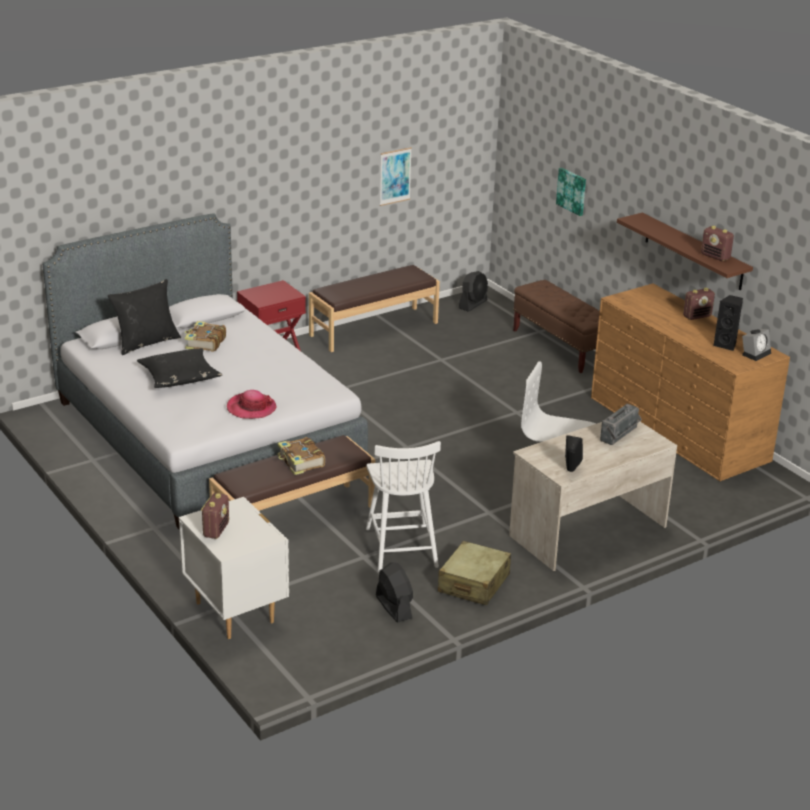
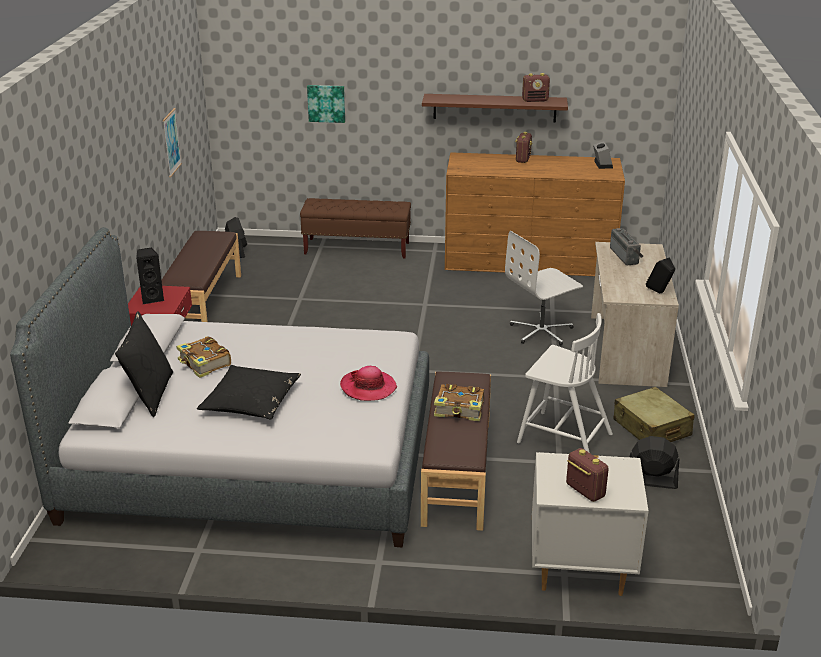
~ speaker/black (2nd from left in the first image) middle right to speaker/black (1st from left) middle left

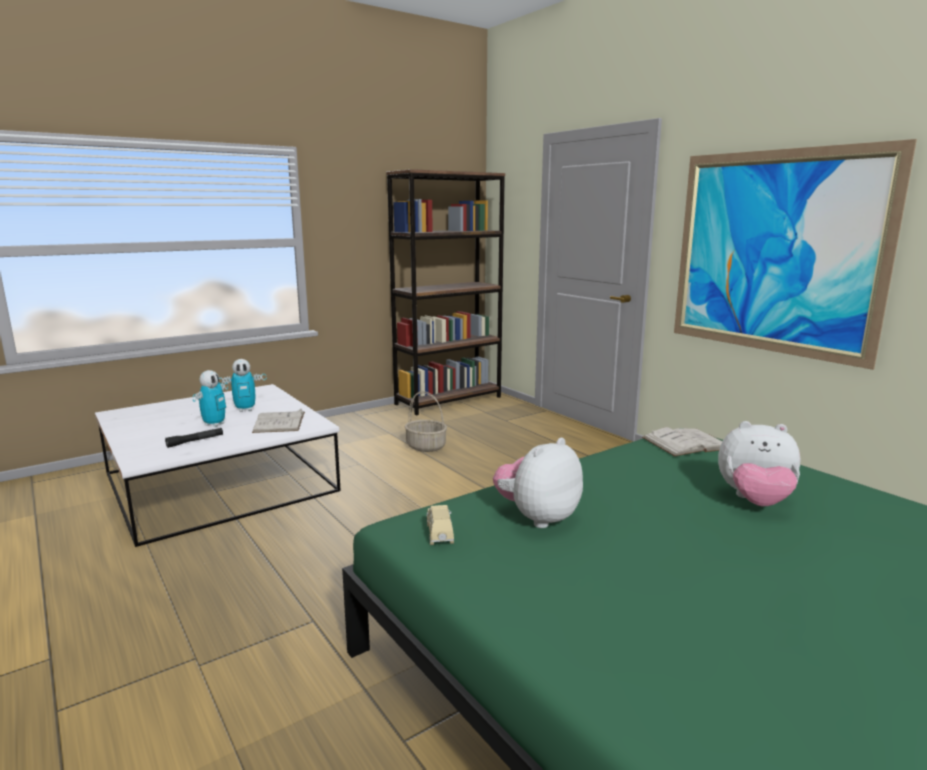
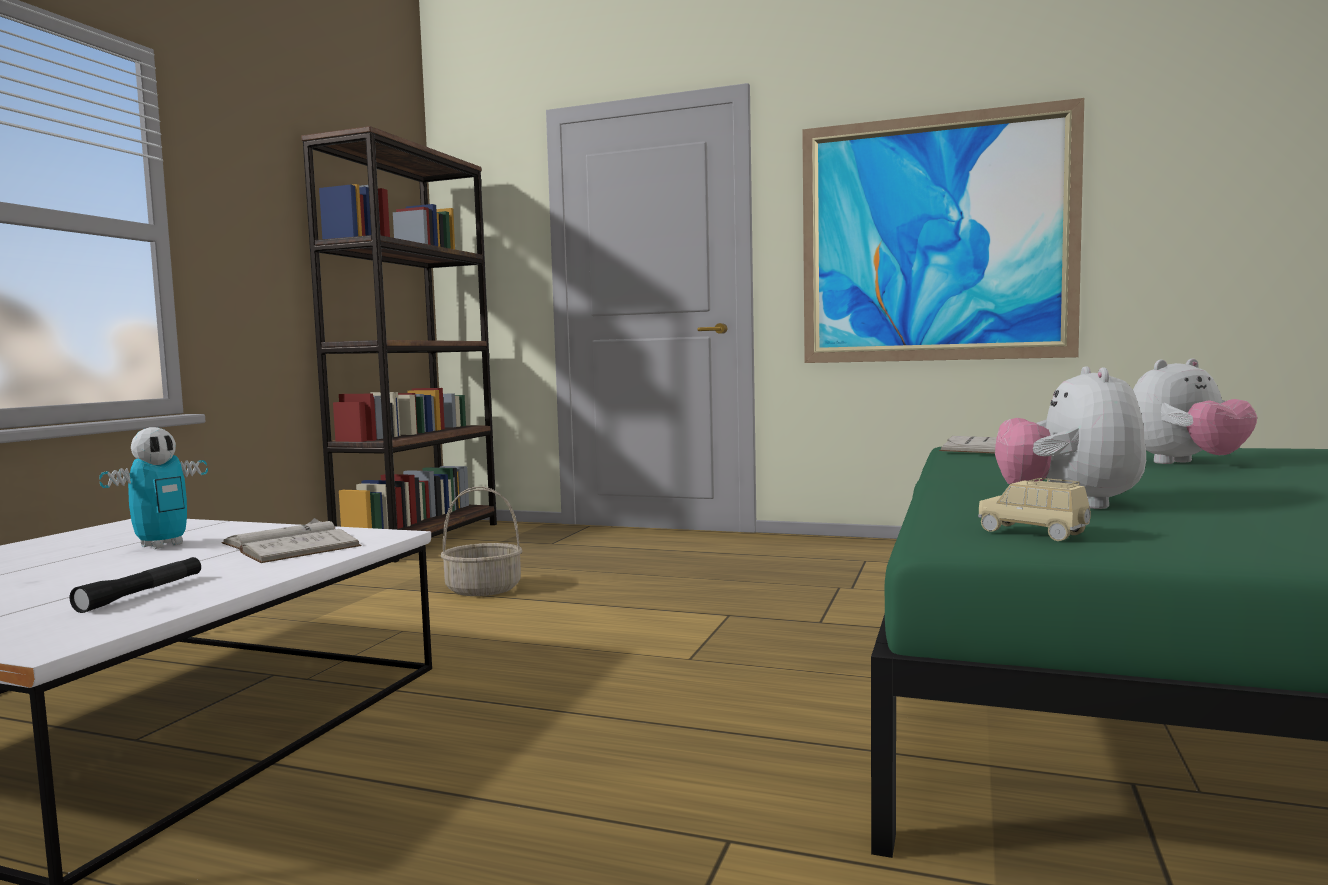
- toy robot (1st from left) middle left

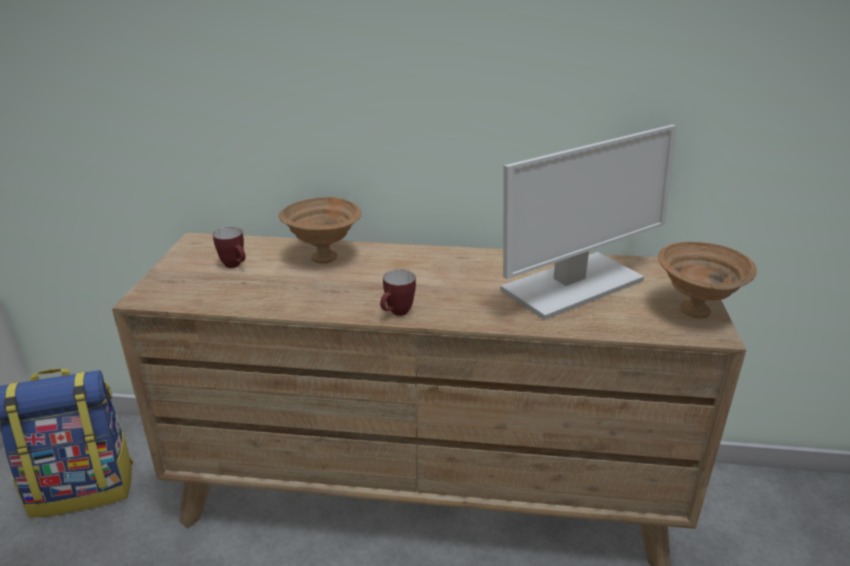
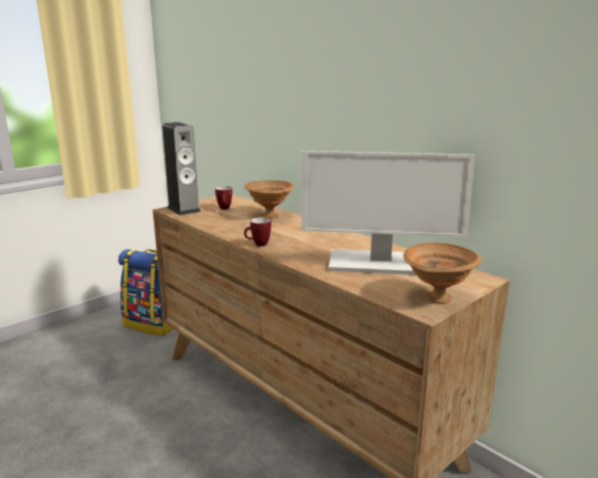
+ speaker middle left

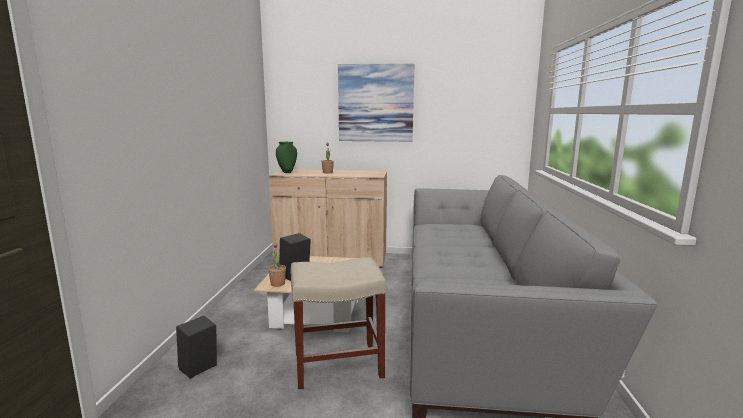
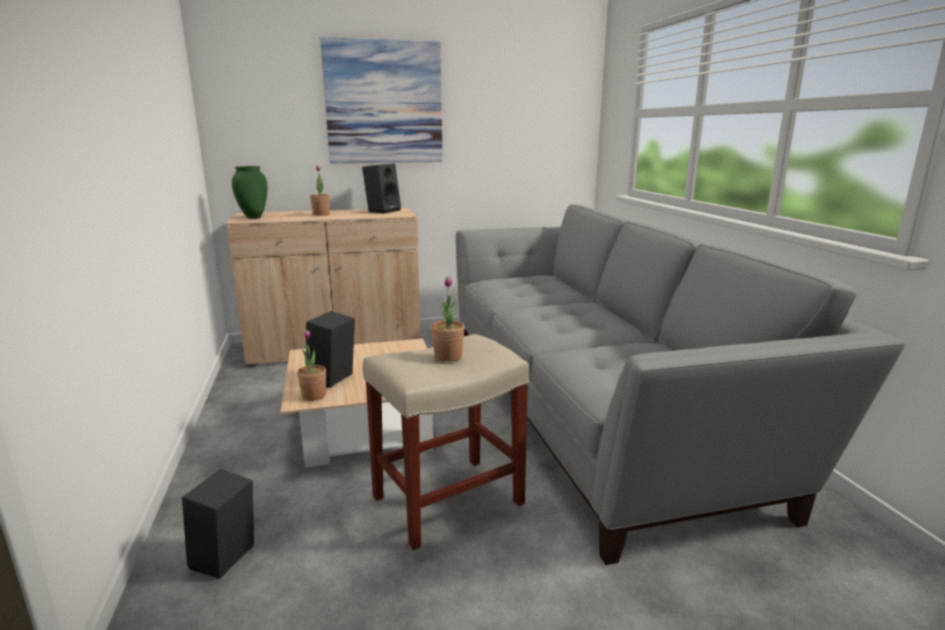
+ speaker/black (3rd from left) top centre
+ potted plant (3rd from left) centre

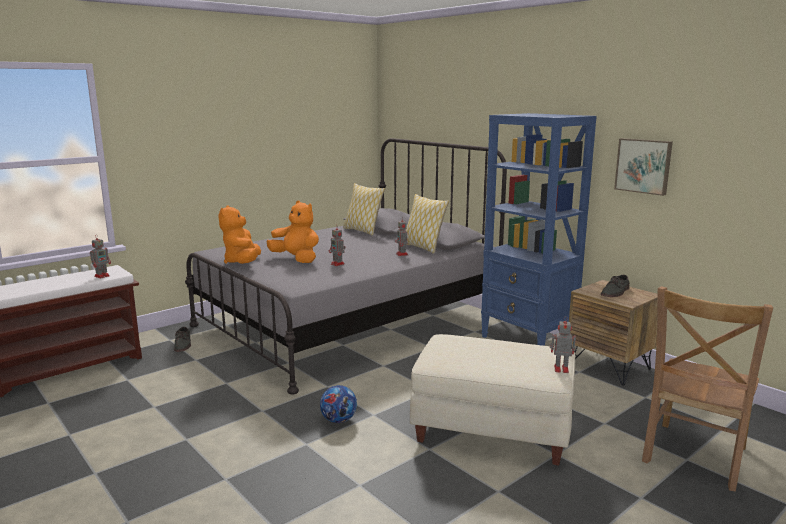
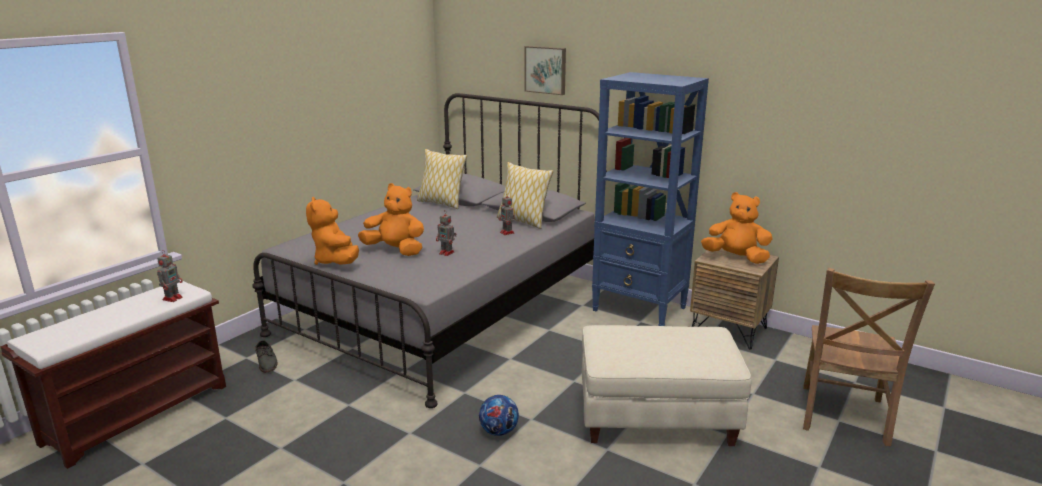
- toy robot (4th from left) middle right
~ picture top right to top centre
~ shoe/grey (2nd from left) middle right to plush toy/orange (3rd from left) middle right

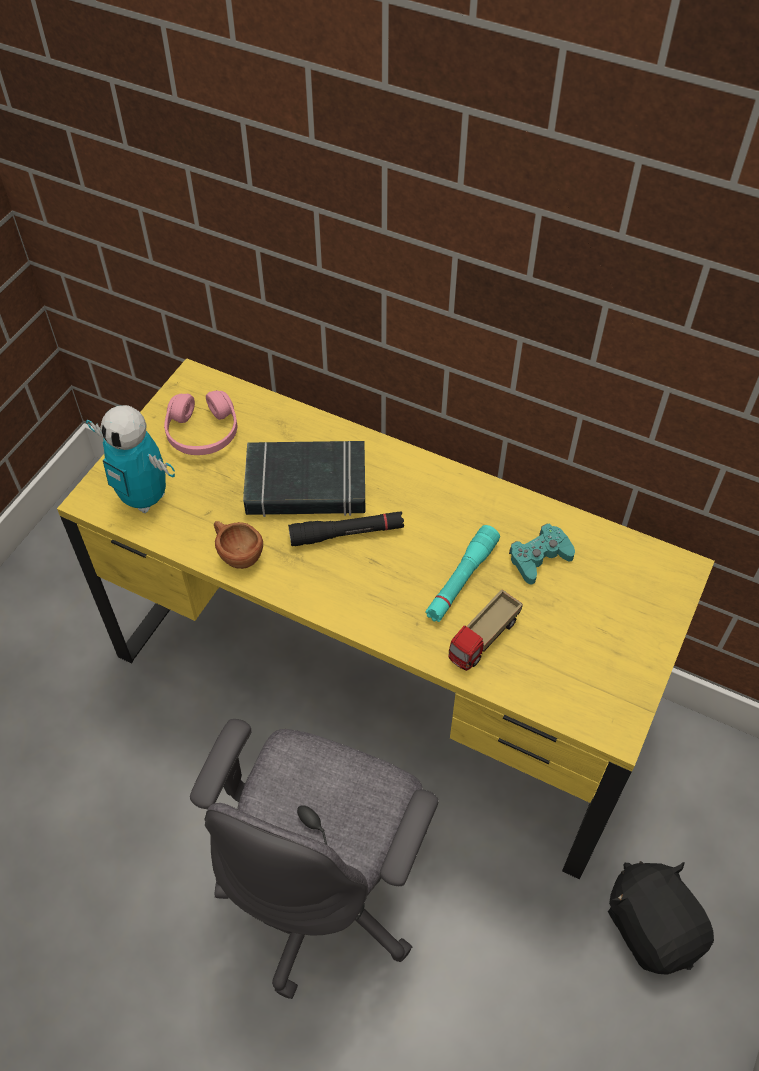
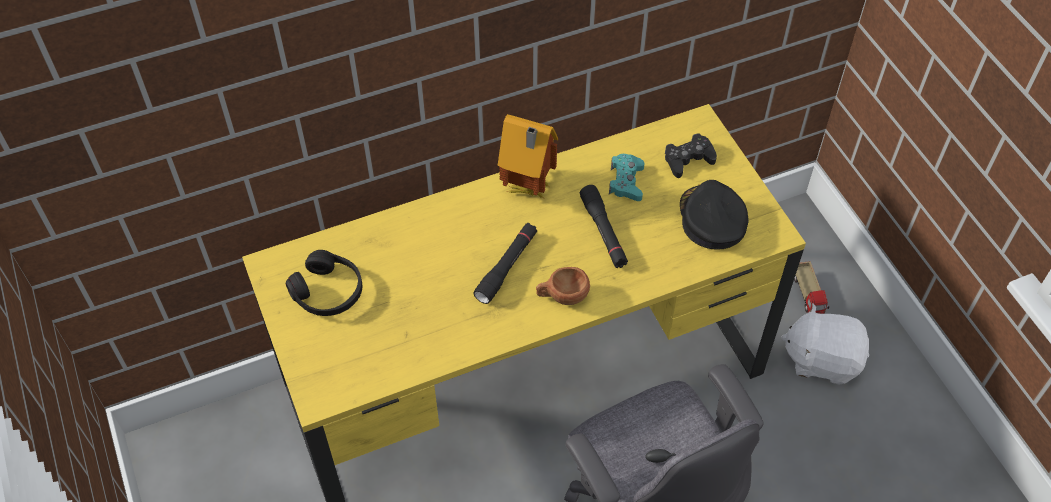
- toy robot middle left
- book/black centre
+ toy house top centre
+ game controller/black top centre
+ cap/black middle right
~ cup/brown middle left to centre
~ toy truck centre to middle right
~ headphones/pink middle left to headphones/black middle left
~ flashlight/turquoise centre to flashlight/black (2nd from left) centre
~ plush toy/black bottom right to plush toy/white bottom right

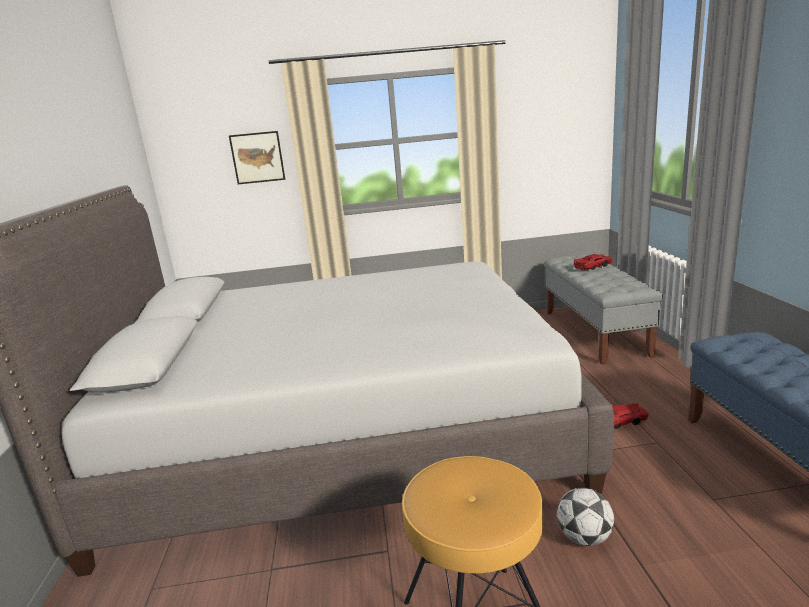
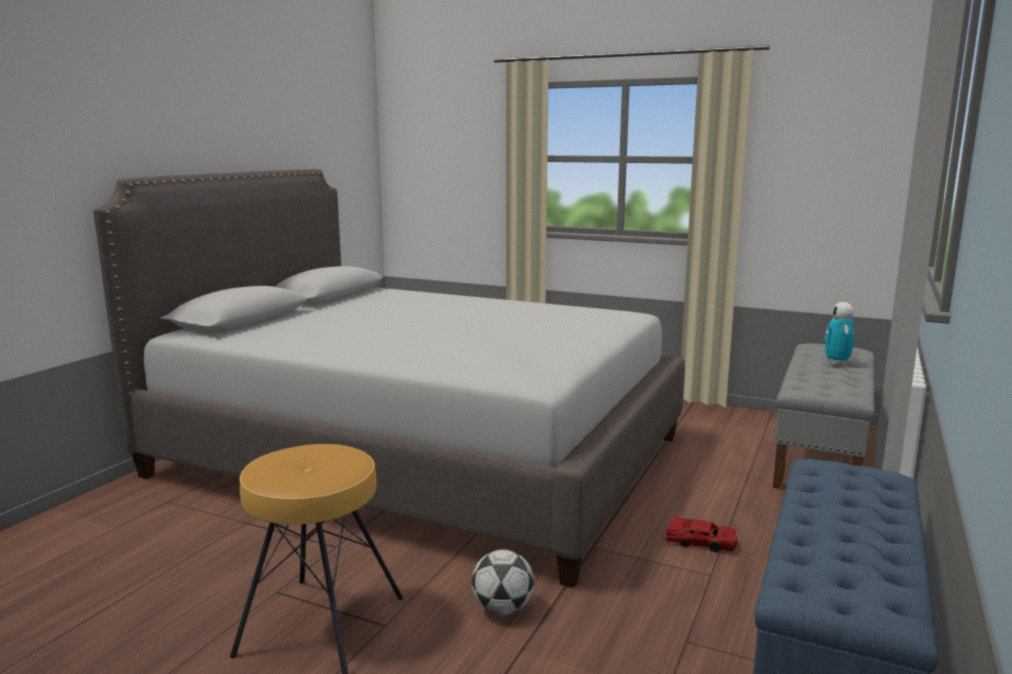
- picture top left
~ toy car/red (1st from left) middle right to toy robot middle right

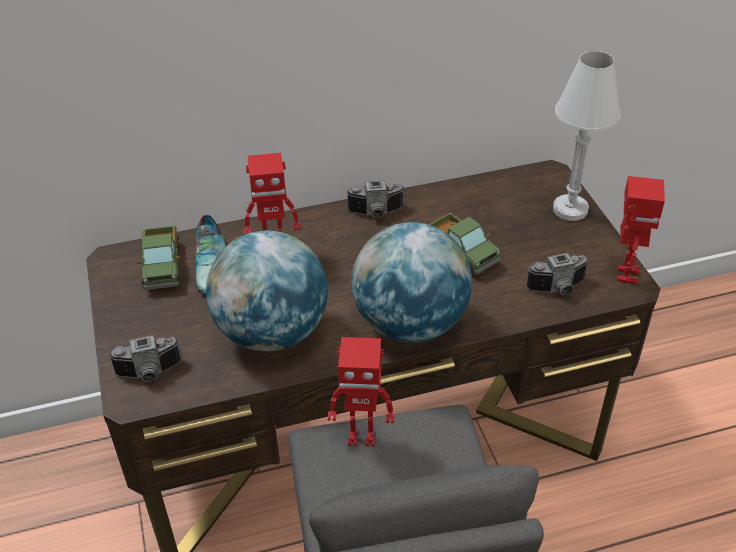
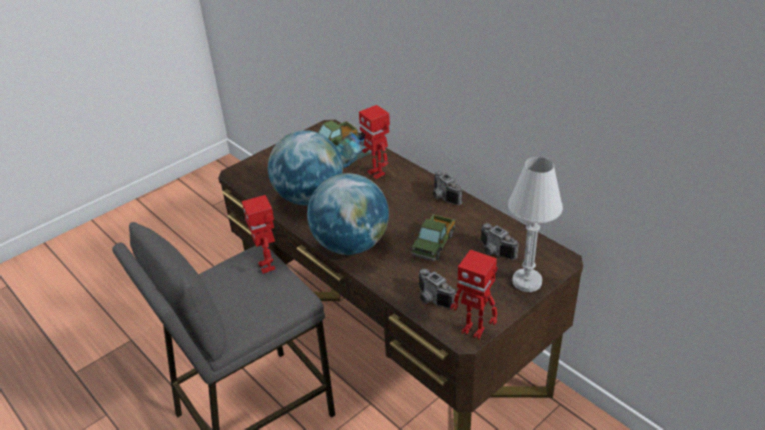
~ photo camera (1st from left in the first image) middle left to photo camera (3rd from left) centre
~ toy robot (3rd from left) middle right = bottom centre 45 degrees clockwise

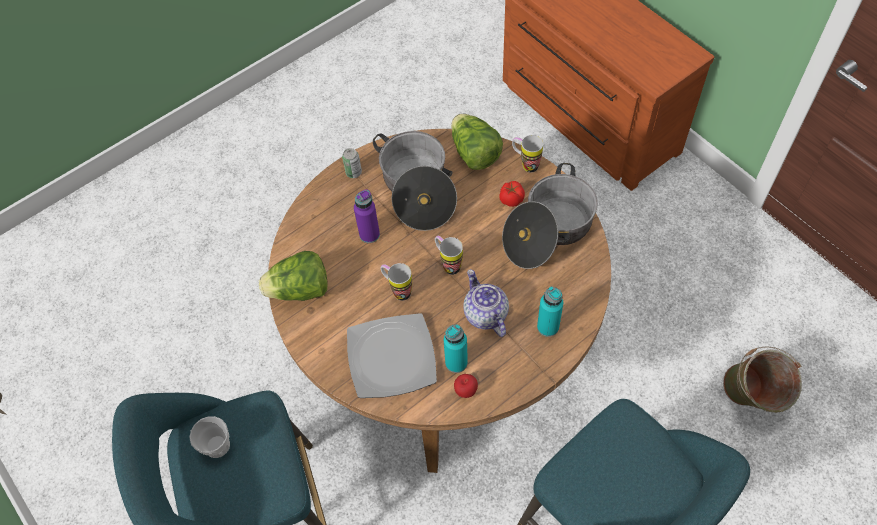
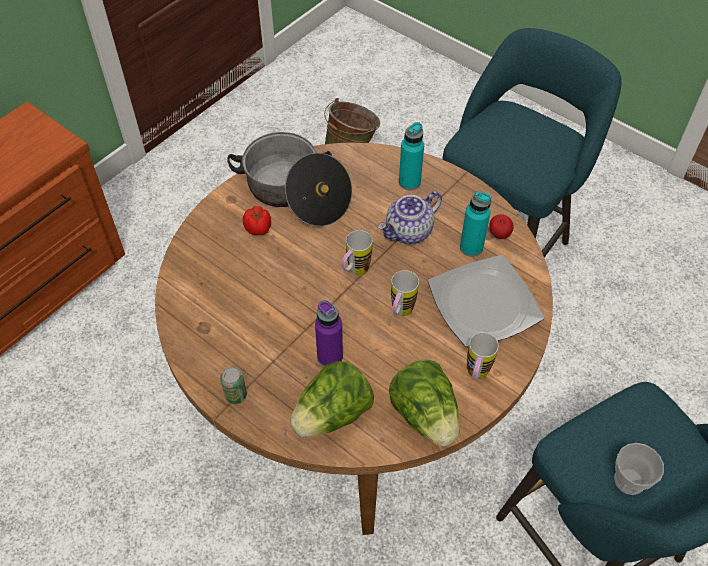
- cooking pot (1st from left) centre
~ lettuce (2nd from left in the first image) top centre to lettuce (1st from left) bottom centre
~ mug (3rd from left) top centre to middle right

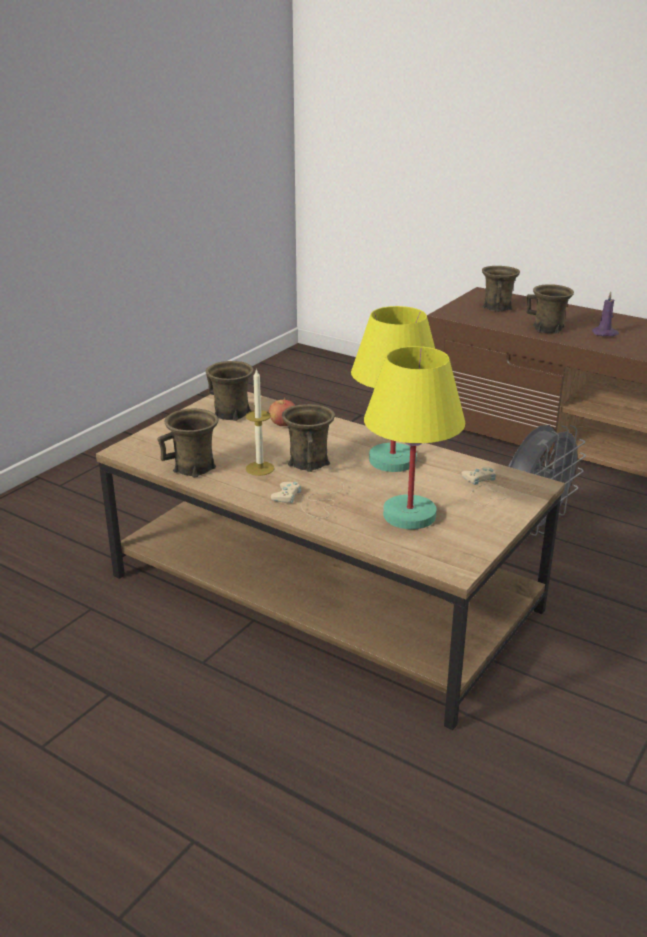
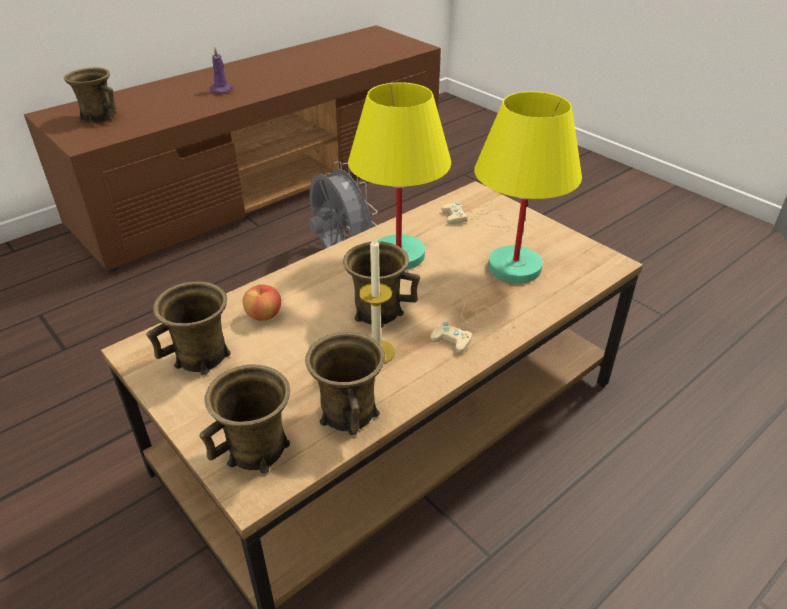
~ mug/brown (5th from left in the first image) top right to mug/brown (3rd from left) bottom left

